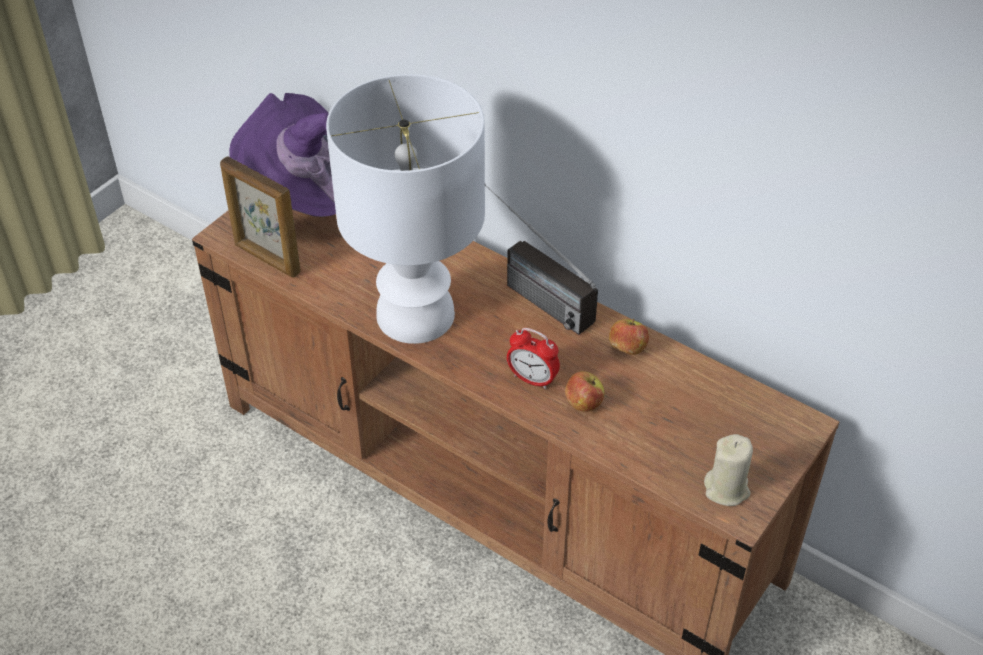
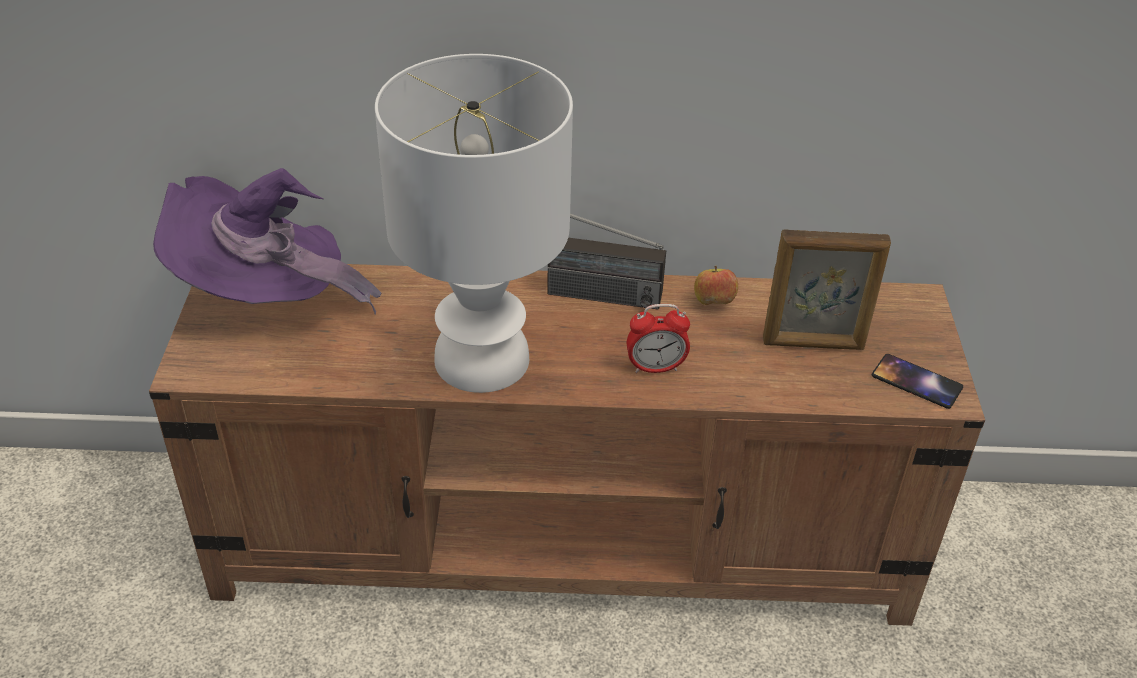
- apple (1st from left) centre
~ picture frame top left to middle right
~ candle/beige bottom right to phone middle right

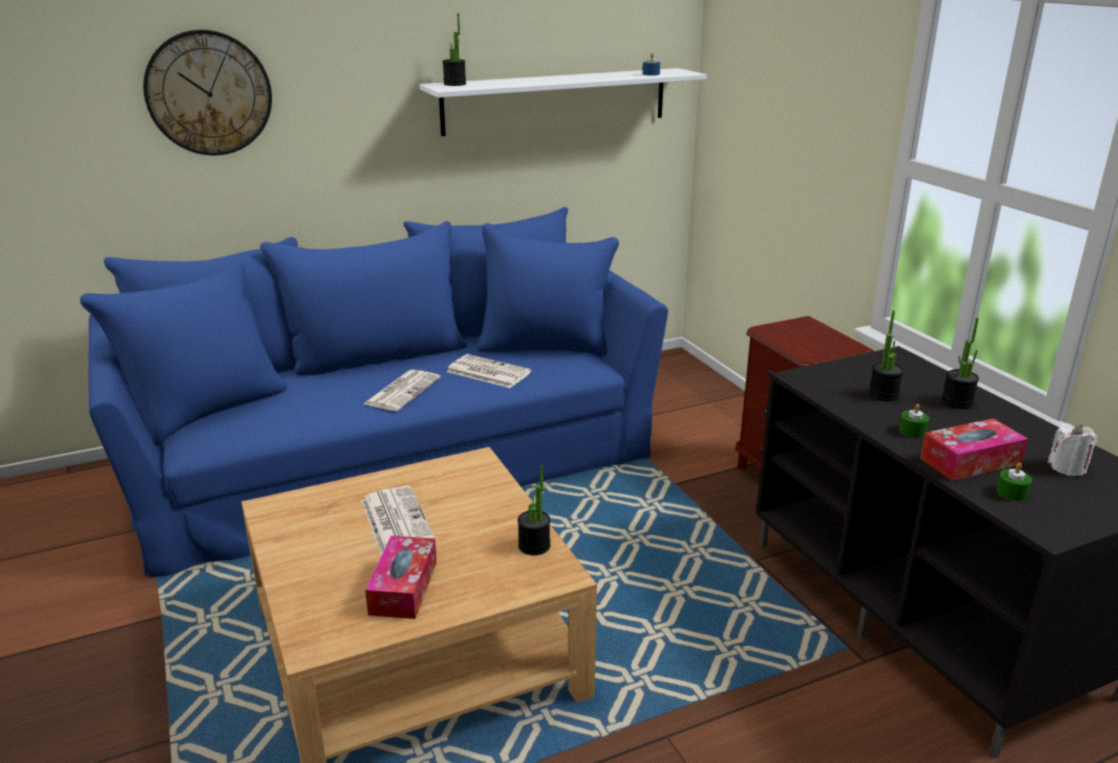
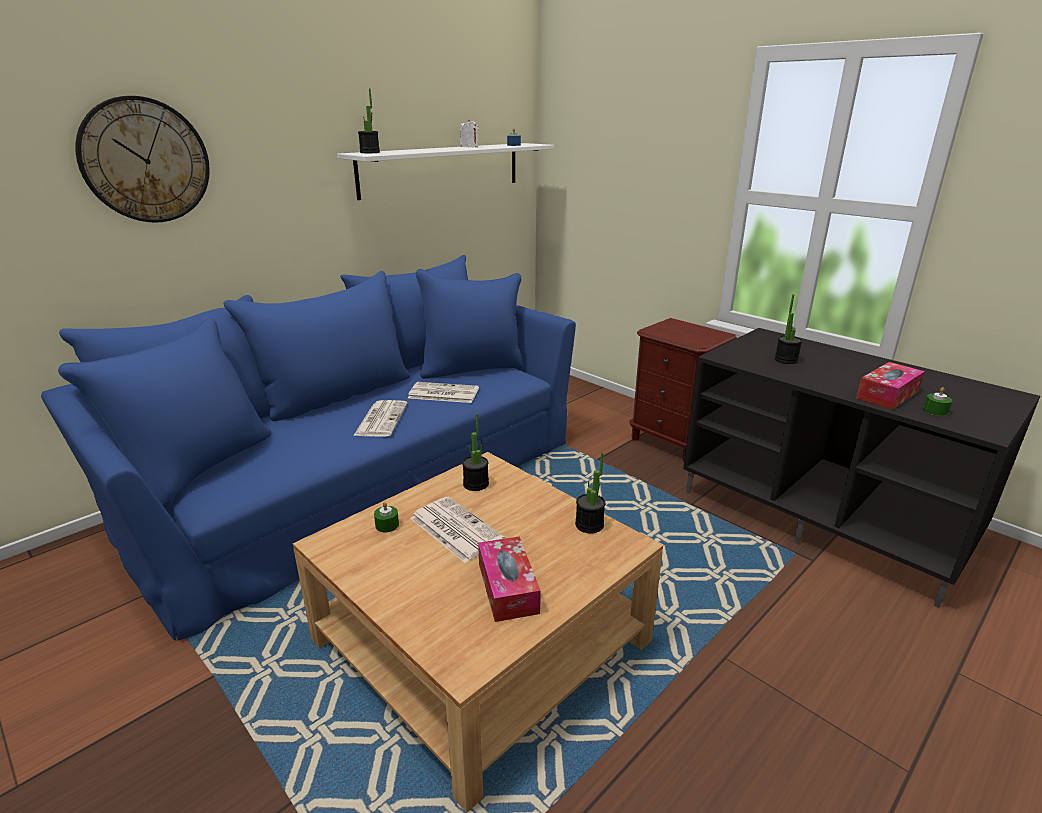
~ candle/green (1st from left) middle right to centre
~ potted plant (4th from left in the first image) middle right to potted plant (2nd from left) centre
~ candle/white middle right to top centre

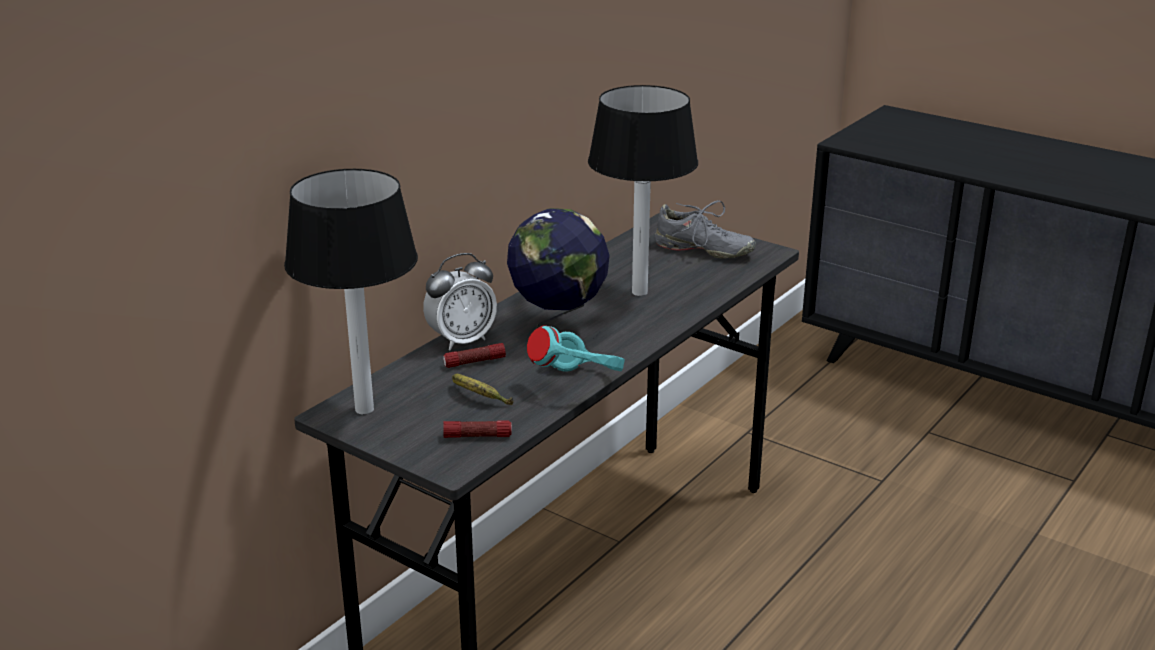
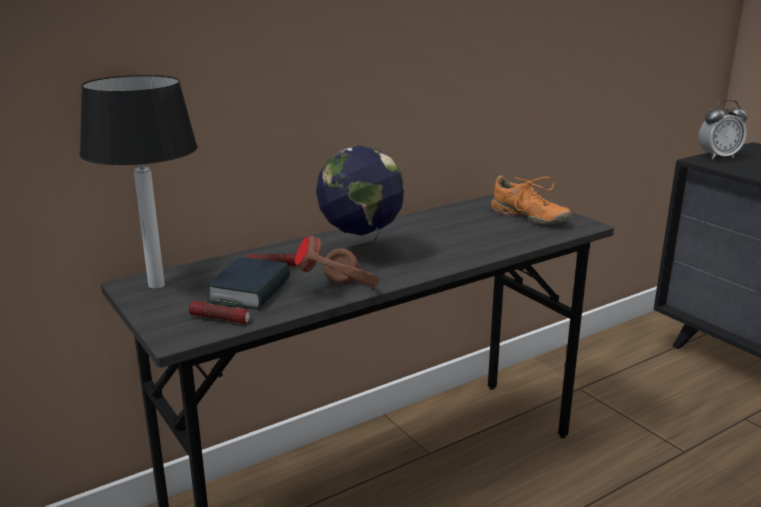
- table lamp (2nd from left) top centre
~ alarm clock centre to top right
~ banana centre to book middle left
~ headphones/turquoise centre to headphones/brown centre
~ shoe/grey centre to shoe/orange middle right

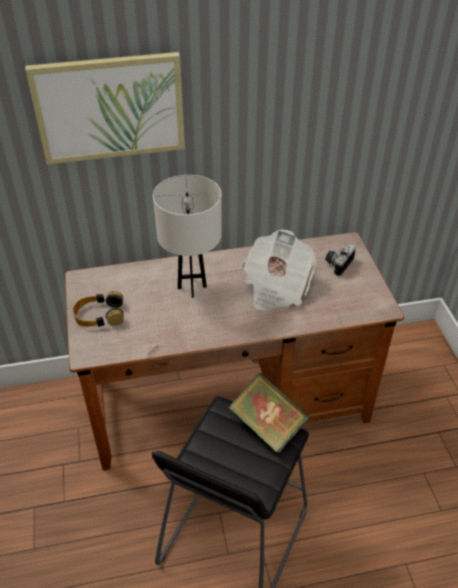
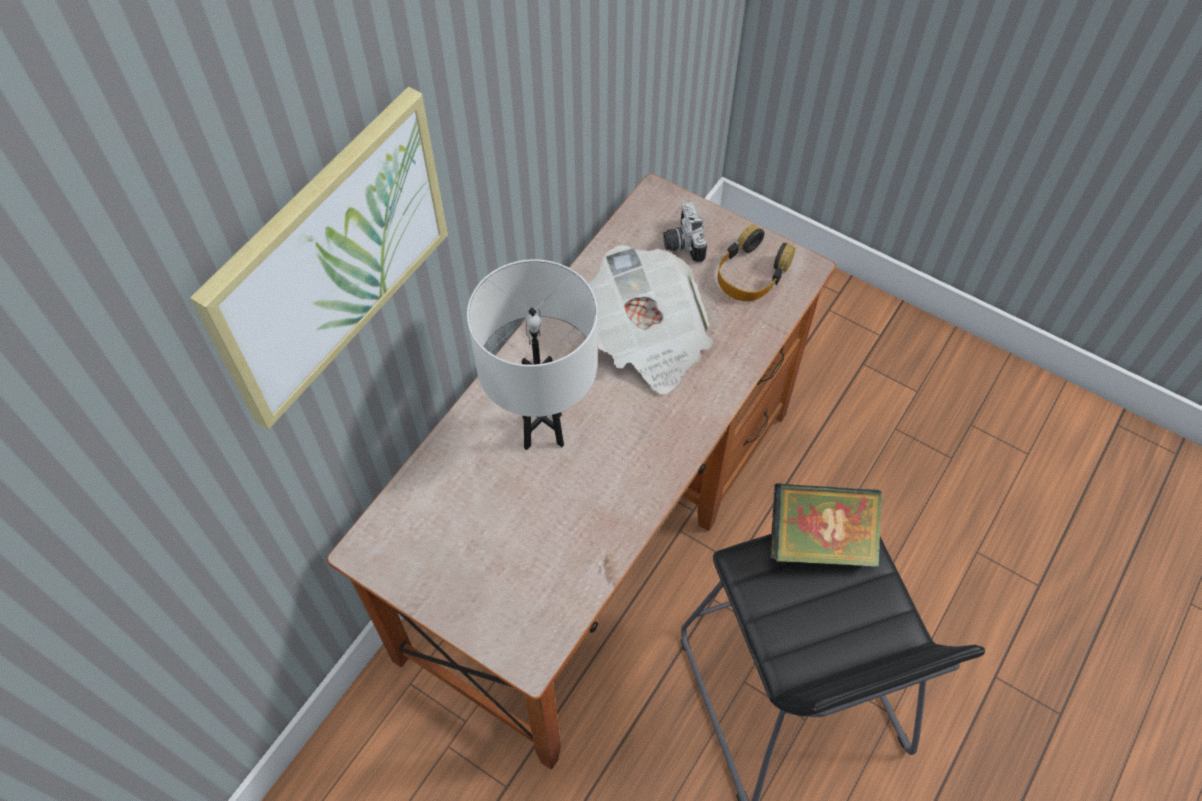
~ headphones middle left to top centre

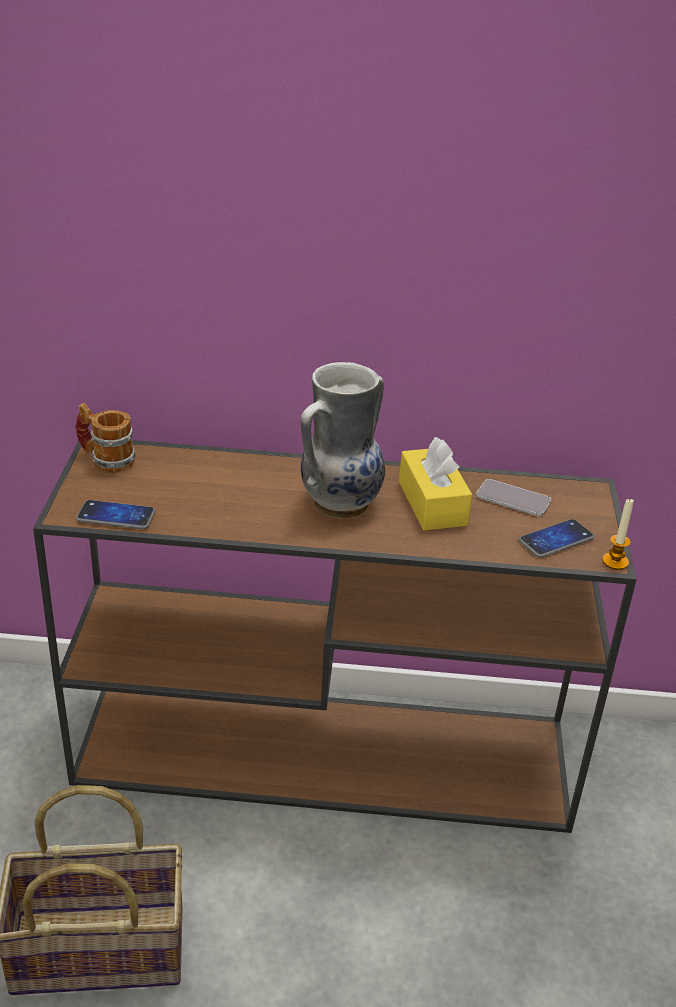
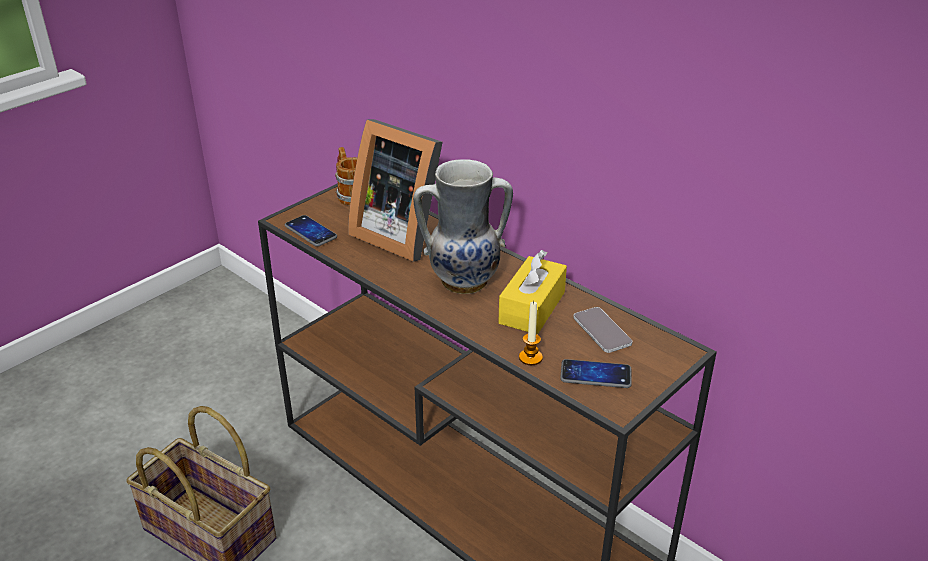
+ picture frame centre
~ candle middle right to centre

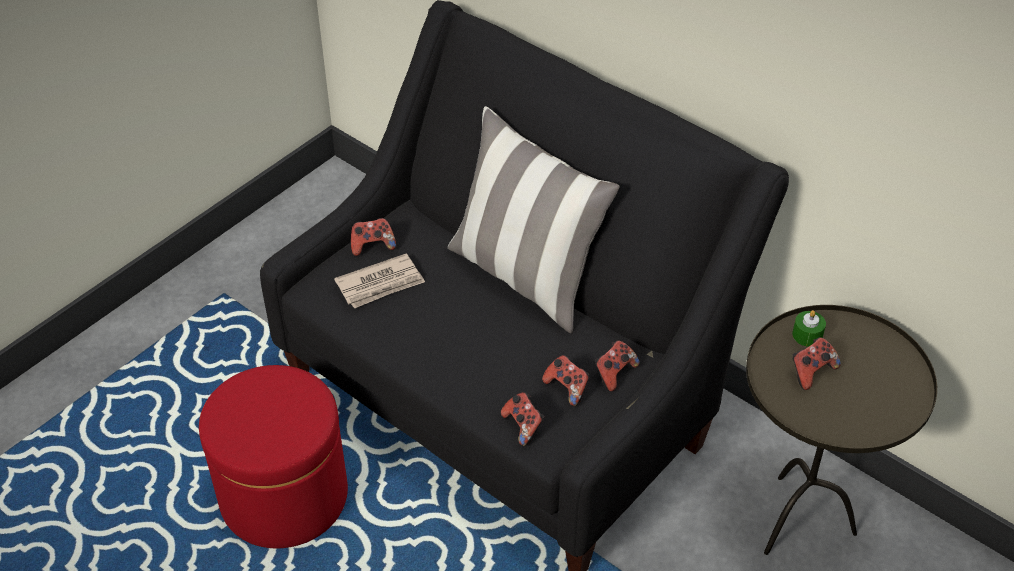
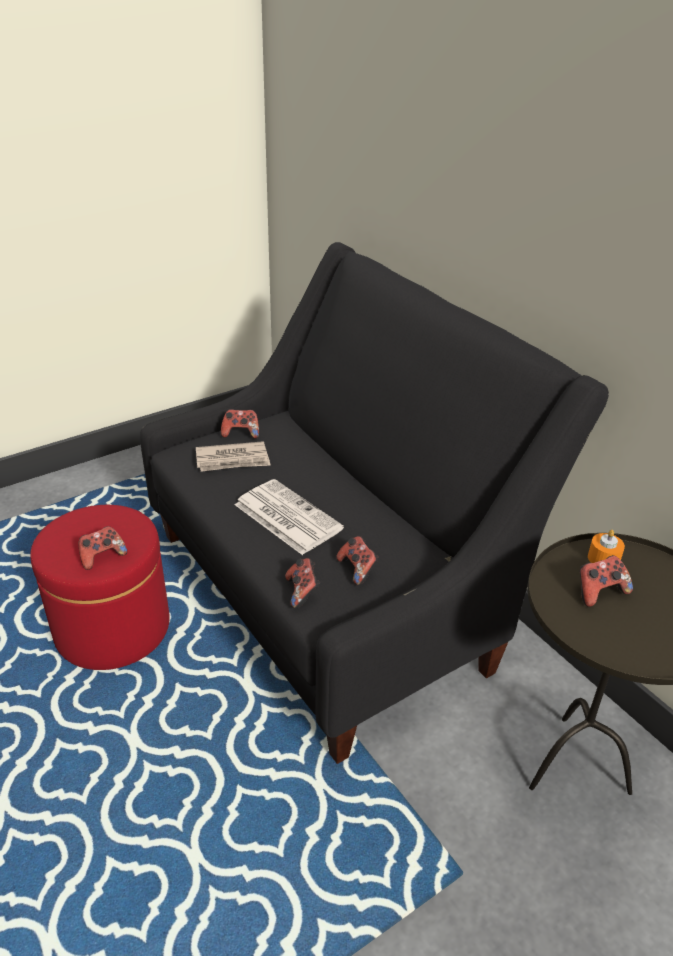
- pillow centre
+ newspaper (2nd from left) centre
~ game controller (4th from left in the first image) centre to game controller (1st from left) middle left
~ candle/green middle right to candle/orange middle right

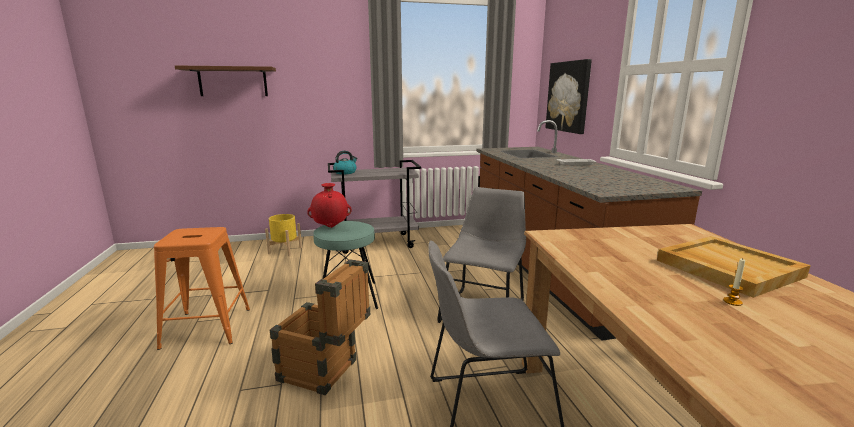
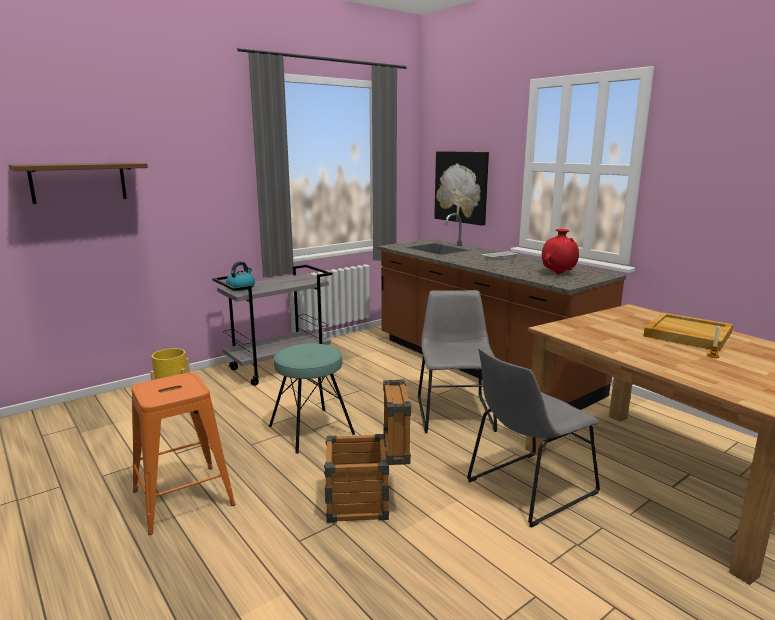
~ vase/red centre to middle right

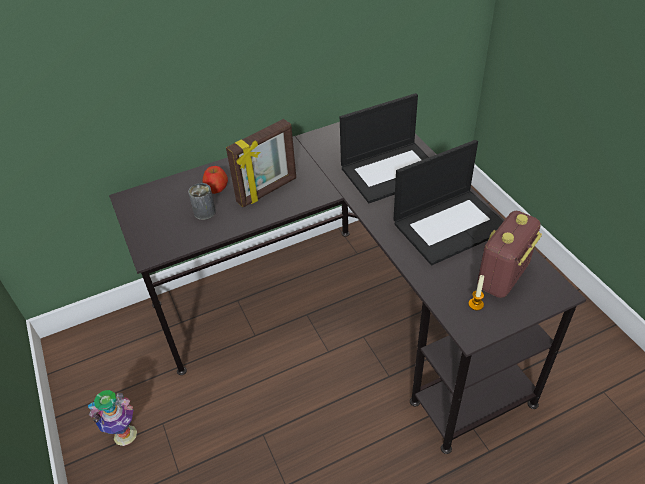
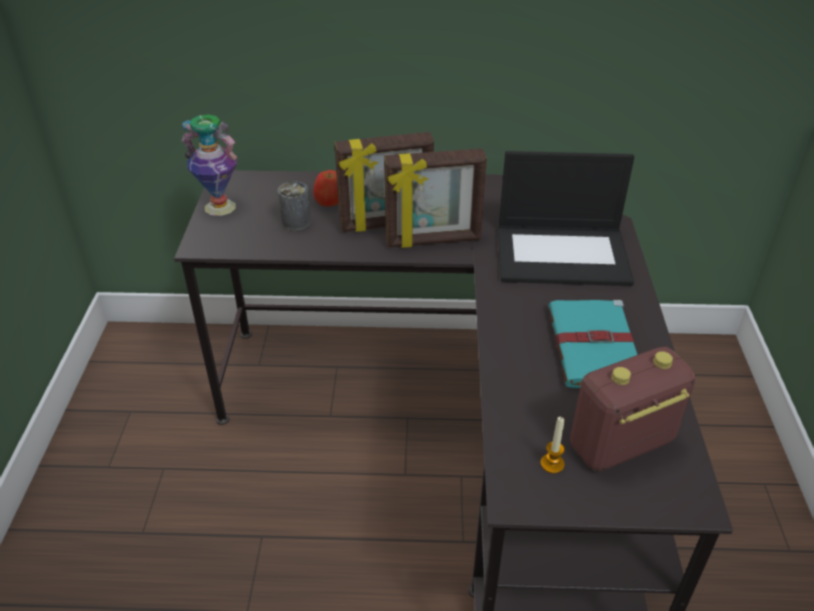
+ picture frame (2nd from left) top centre
~ vase bottom left to top left
~ laptop (2nd from left) middle right to book/turquoise middle right

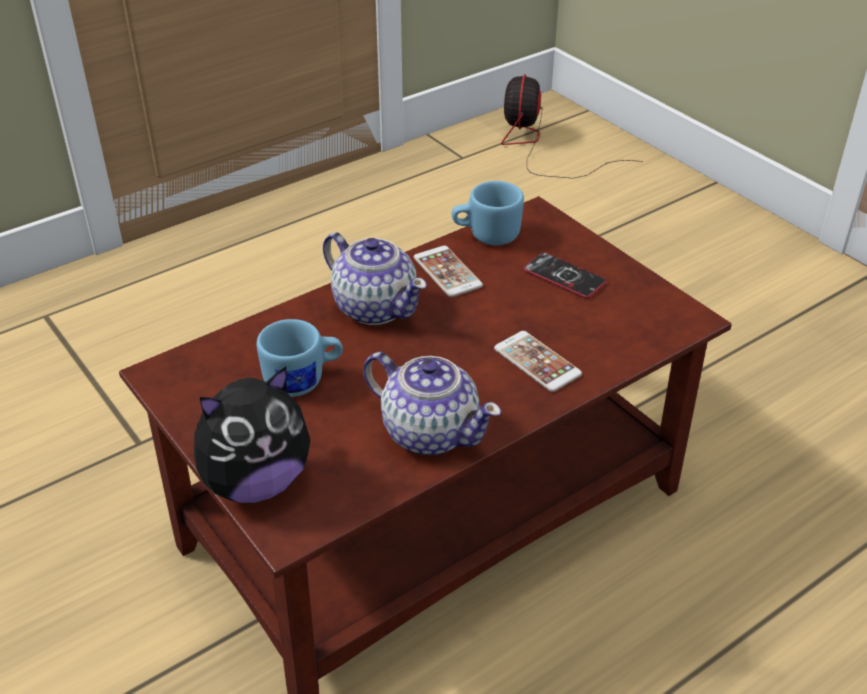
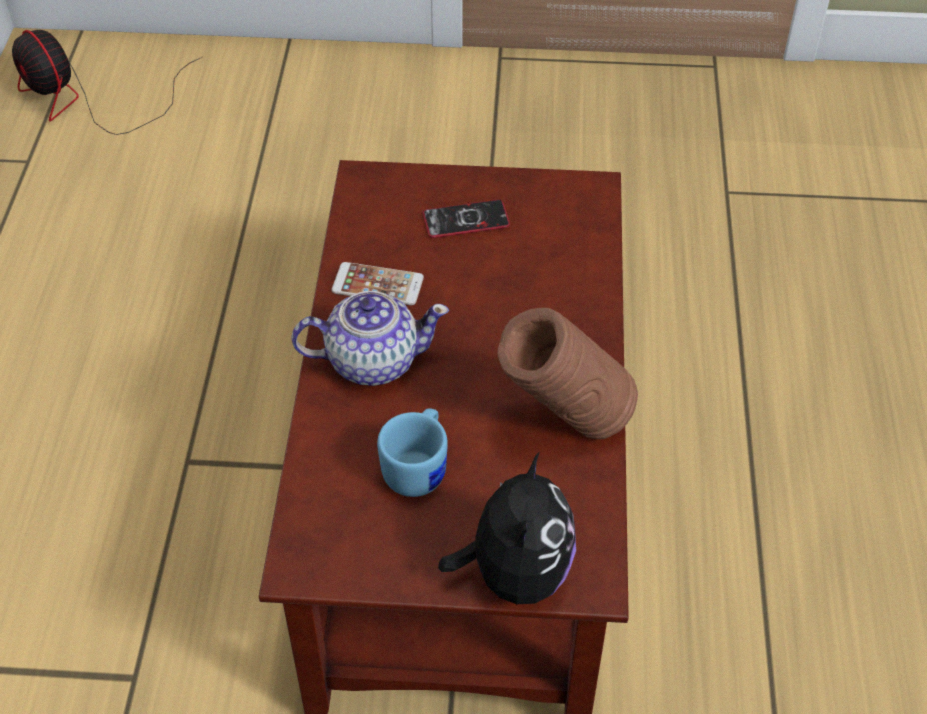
- mug/blue (2nd from left) top centre
- phone (2nd from left) centre
~ teapot (2nd from left) centre to vase/brown centre

